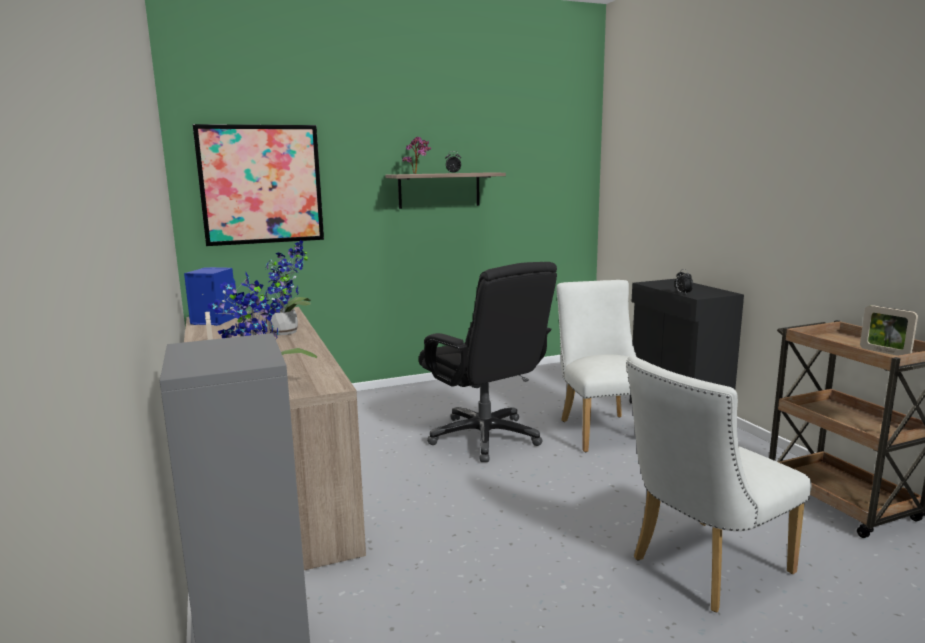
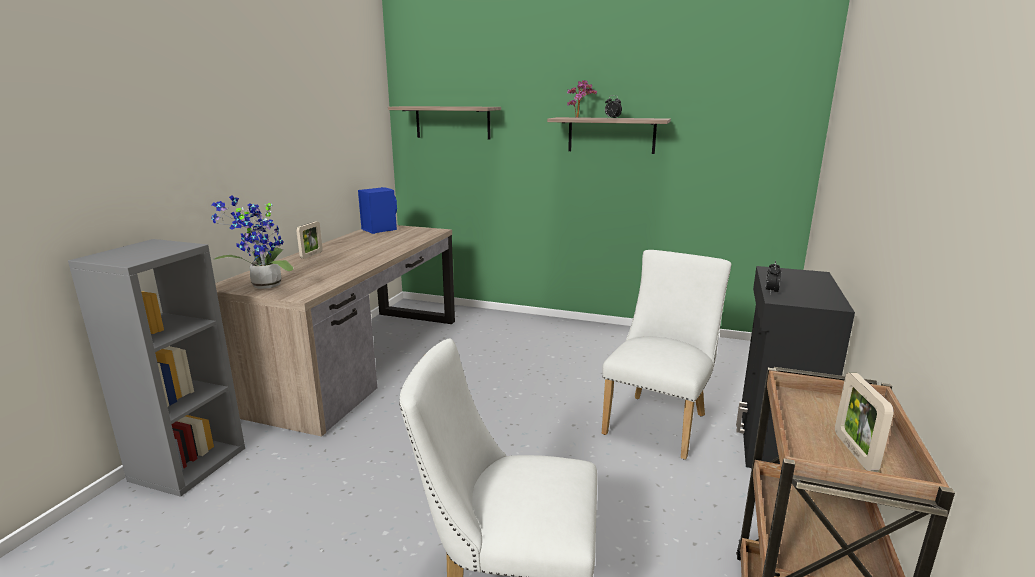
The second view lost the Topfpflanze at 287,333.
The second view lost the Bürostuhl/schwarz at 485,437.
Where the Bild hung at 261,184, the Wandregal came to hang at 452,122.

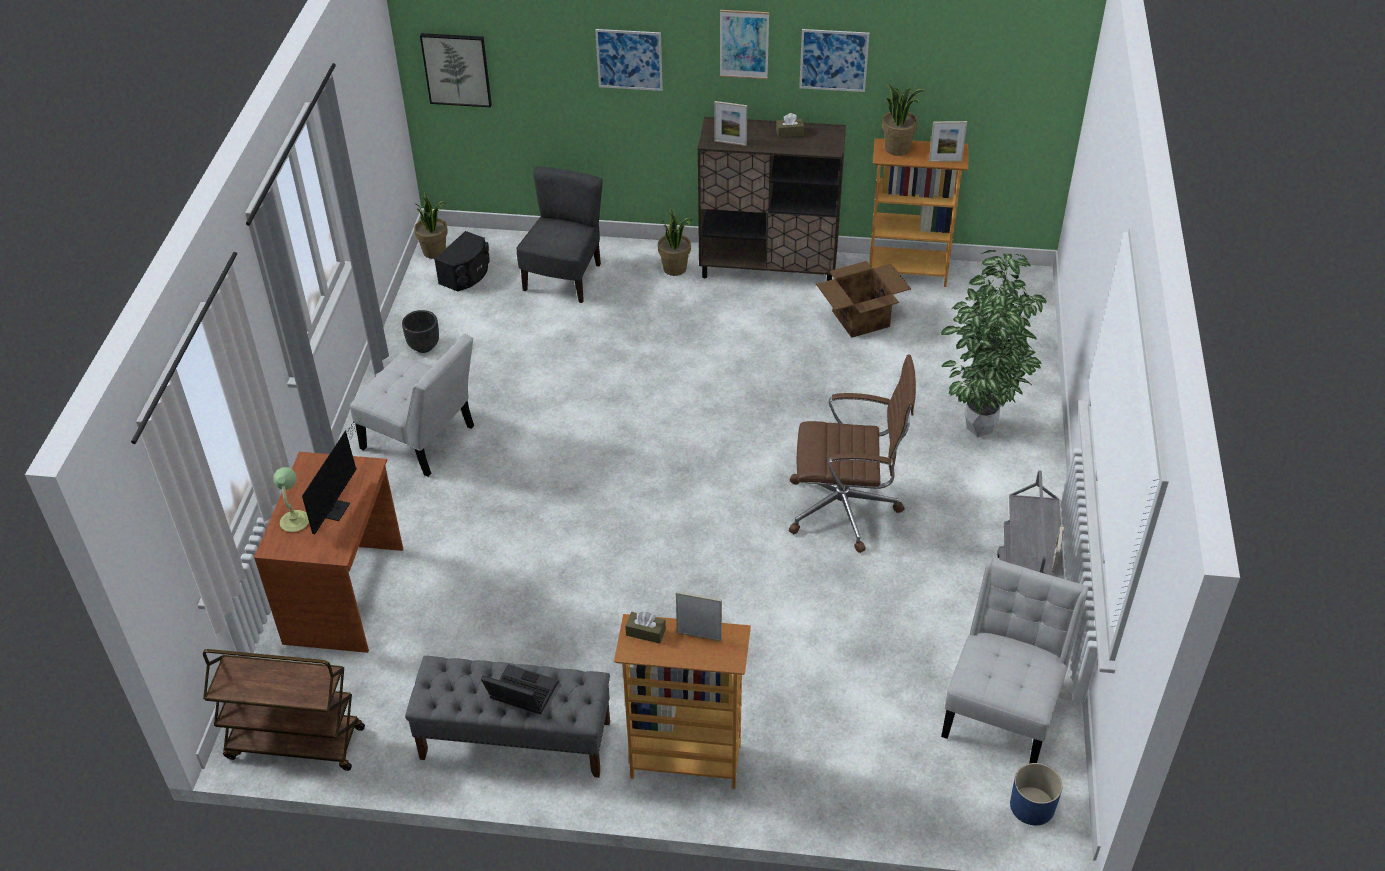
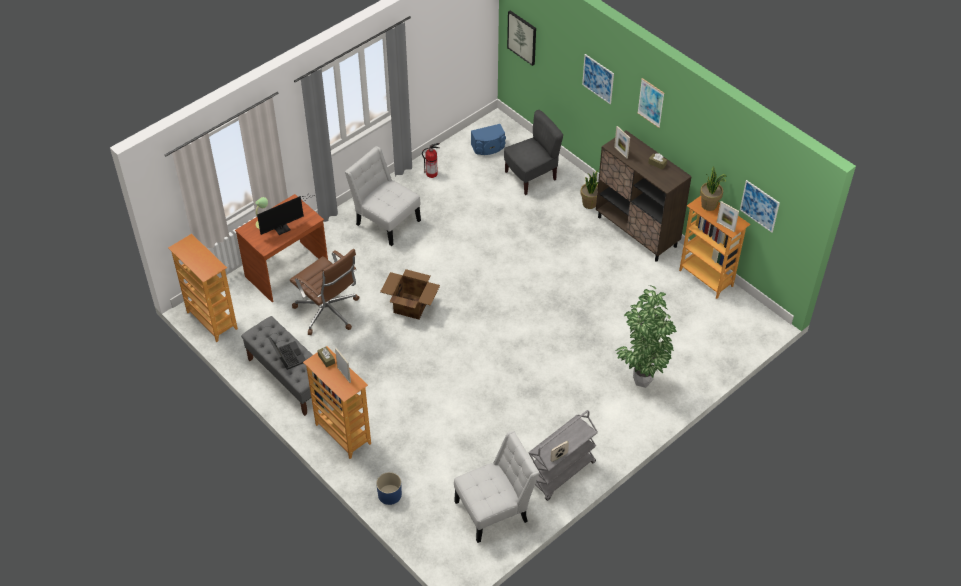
The second view lost the Topfpflanze at 435,251.
The Bürostuhl/braun ended up elsewhere, having gone from 846,509 to 328,312.
The Bild ended up elsewhere, having gone from 833,60 to 759,206.
The Karton ended up elsewhere, having gone from 859,319 to 410,305.
The Pflanzkübel/blau ended up elsewhere, having gone from 1032,806 to 389,494.
Where the Rollwagen/braun stood at 294,743, the Bücherregal came to stand at 211,320.
Where the Pflanzkübel/schwarz stood at 424,346, the Feuerlöscher came to stand at 432,173.
What was the Lautsprecher/schwarz at 467,274 turned into the Lautsprecher/blau at 488,147.
The Stuhl/weiß at 423,440 ended up facing another way, 150 degrees clockwise from before.

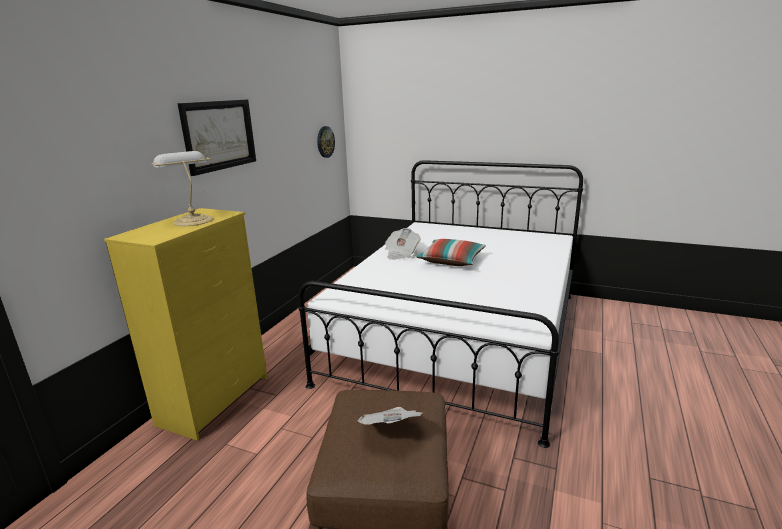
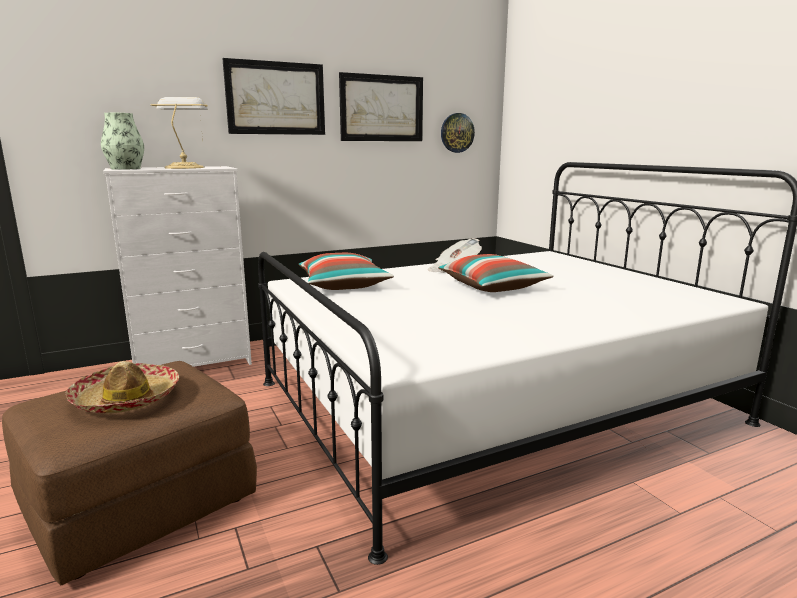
The second view gained the Vase at 125,168.
The second view gained the Kissen at 343,285.
The second view gained the Bild at 381,108.
Where the Zeitung stood at 391,430, the Hut came to stand at 127,399.
What was the Kommode/gelb at 216,400 turned into the Kommode/weiß at 194,364.

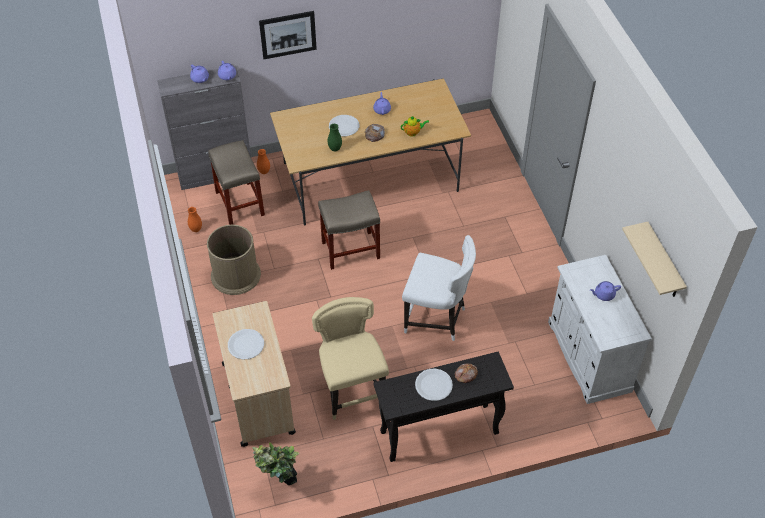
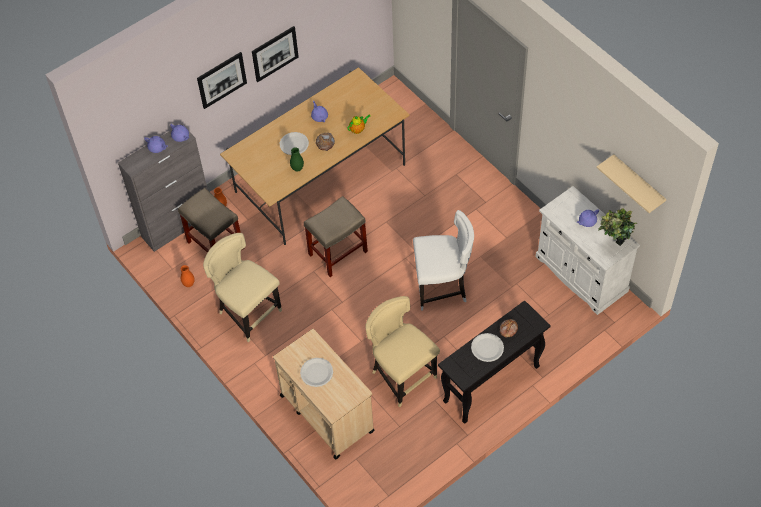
The second view gained the Bild at 275,53.
The Topfpflanze ended up elsewhere, having gone from 280,484 to 612,248.
Where the Mülleimer/braun stood at 236,275, the Stuhl/beige came to stand at 248,313.

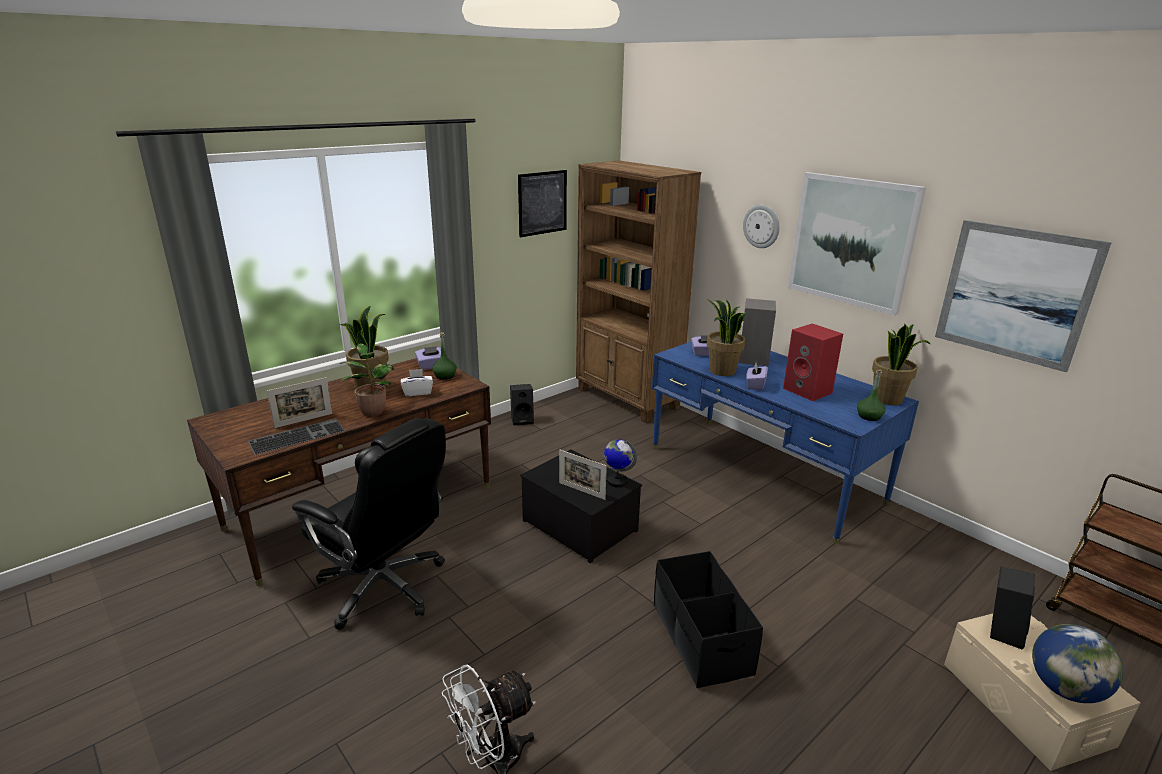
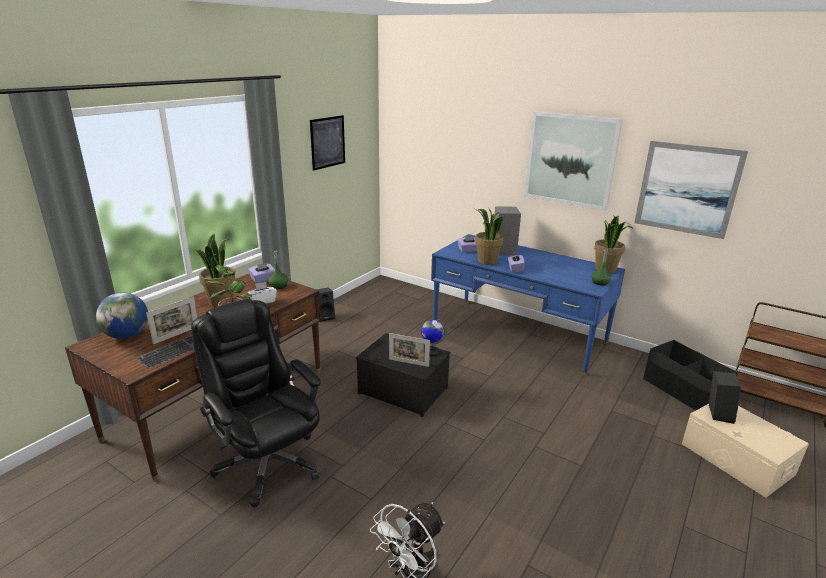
The second view lost the Bücherregal/braun at 627,399.
The second view lost the Wanduhr at 761,226.
The second view lost the Lautsprecher/rot at 809,391.
The Aufbewahrungsbox/schwarz ended up elsewhere, having gone from 700,639 to 683,391.
The Globus ended up elsewhere, having gone from 1064,689 to 127,335.
The Bürostuhl/schwarz at 384,587 ended up facing another way, 150 degrees counterclockwise from before.

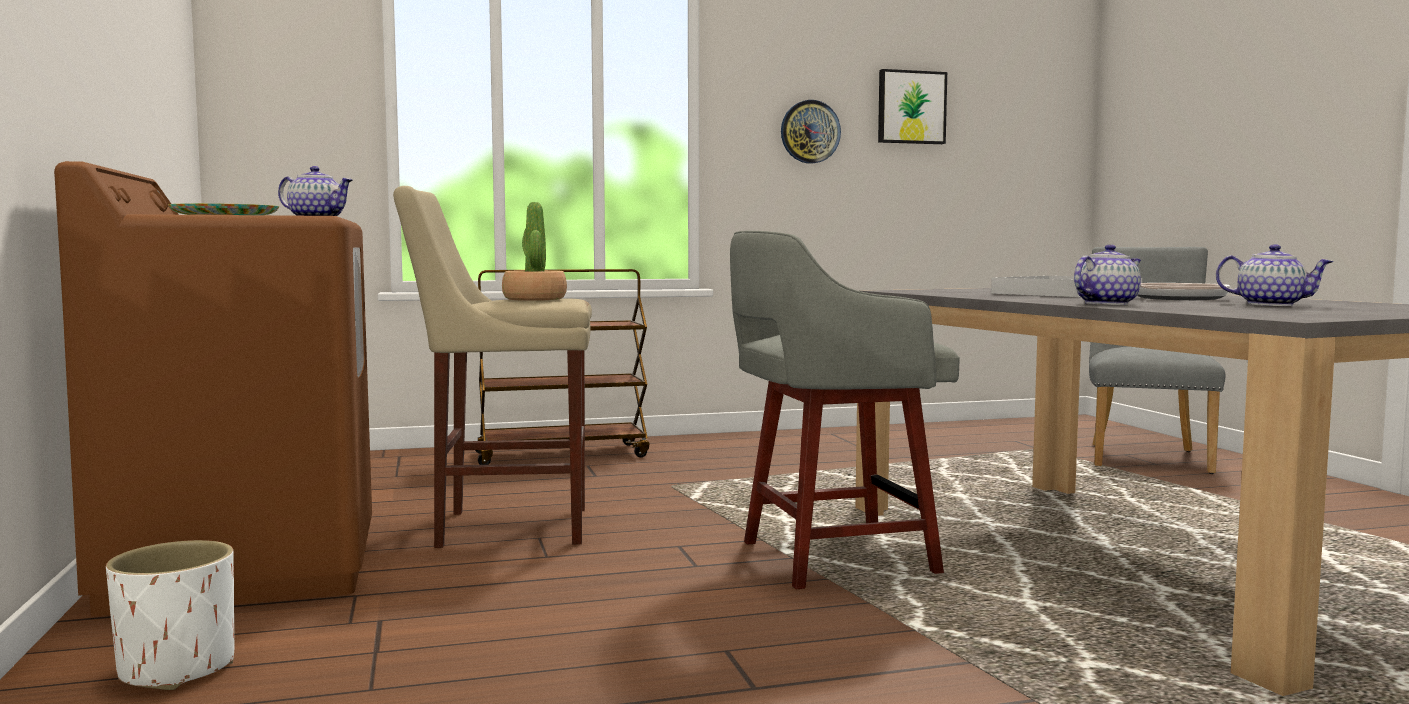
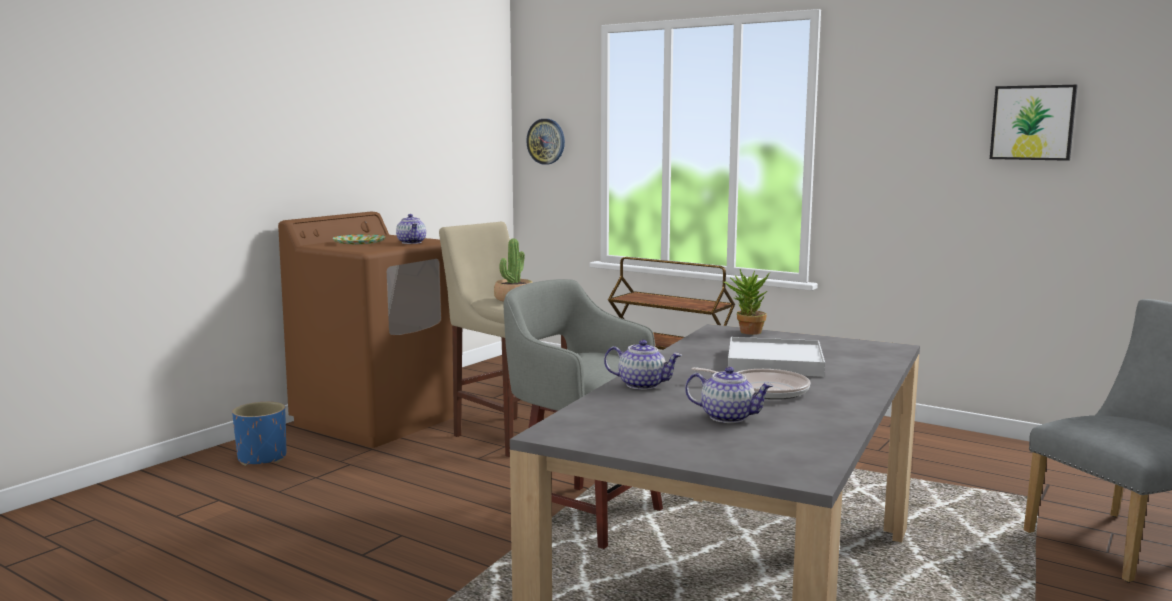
The second view gained the Topfpflanze at 746,332.
The Wanduhr ended up elsewhere, having gone from 810,132 to 546,141.
What was the Pflanzkübel/weiß at 177,669 turned into the Pflanzkübel/blau at 262,458.
The Teekanne at 1271,304 ended up facing another way, 60 degrees counterclockwise from before.

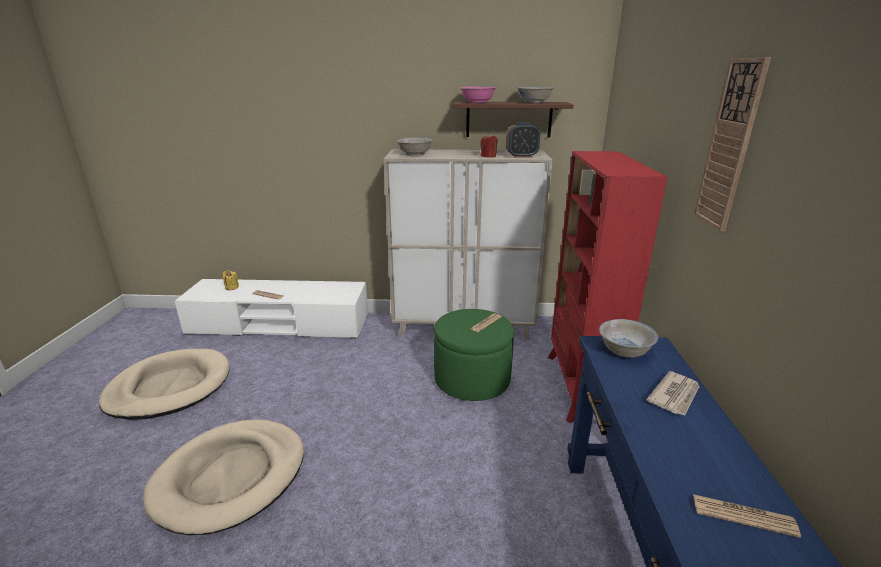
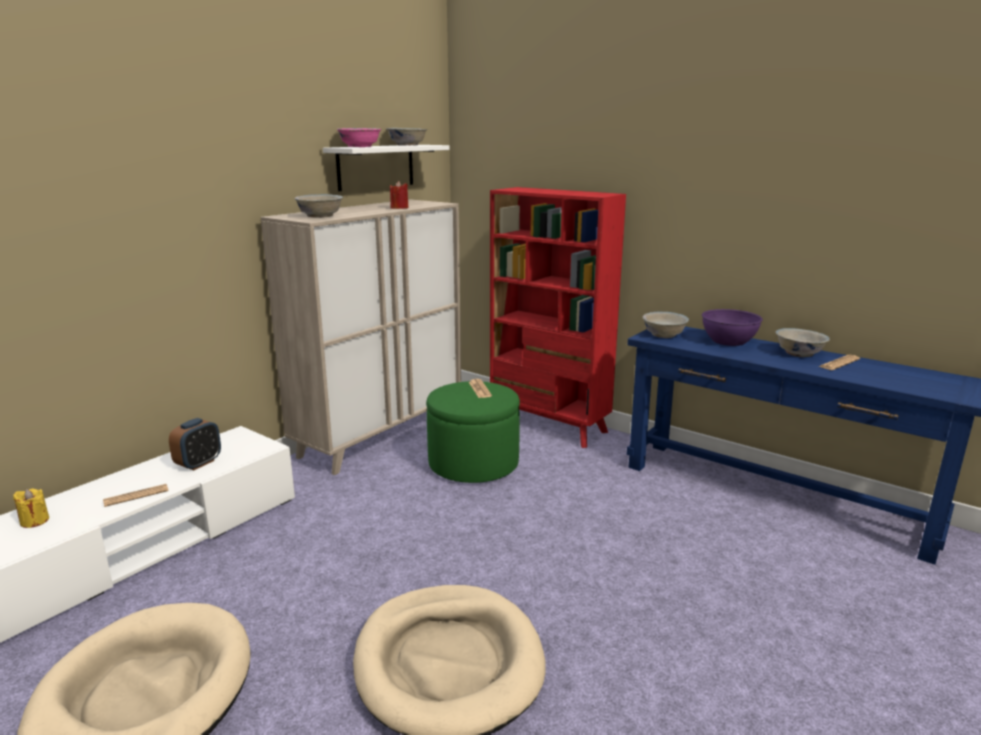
The second view lost the Wanduhr at 730,146.
The second view gained the Schüssel/weiß at 798,353.
The Wecker ended up elsewhere, having gone from 521,156 to 199,463.
Where the Zeitung stood at 675,395, the Schüssel/lila came to stand at 728,341.
What was the Wandregal/braun at 508,119 turned into the Wandregal/weiß at 376,167.

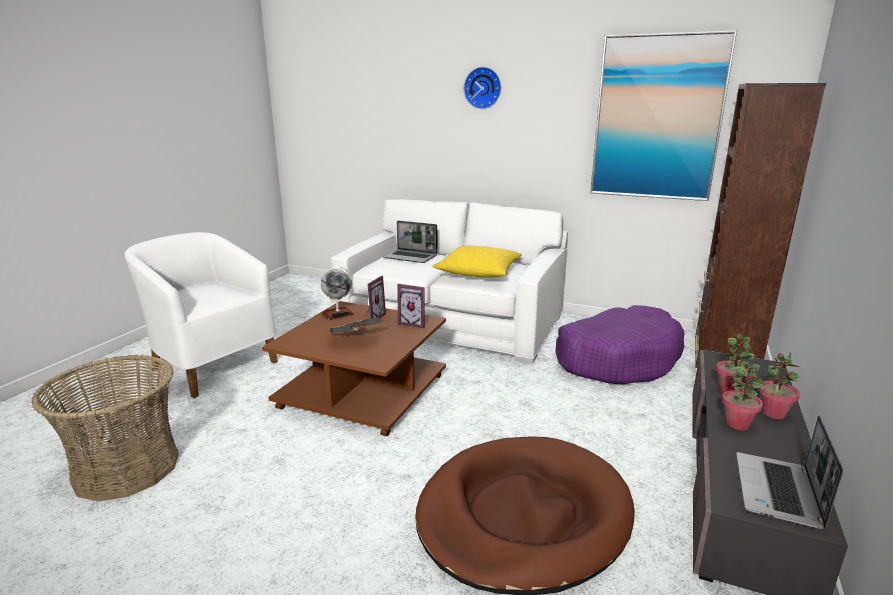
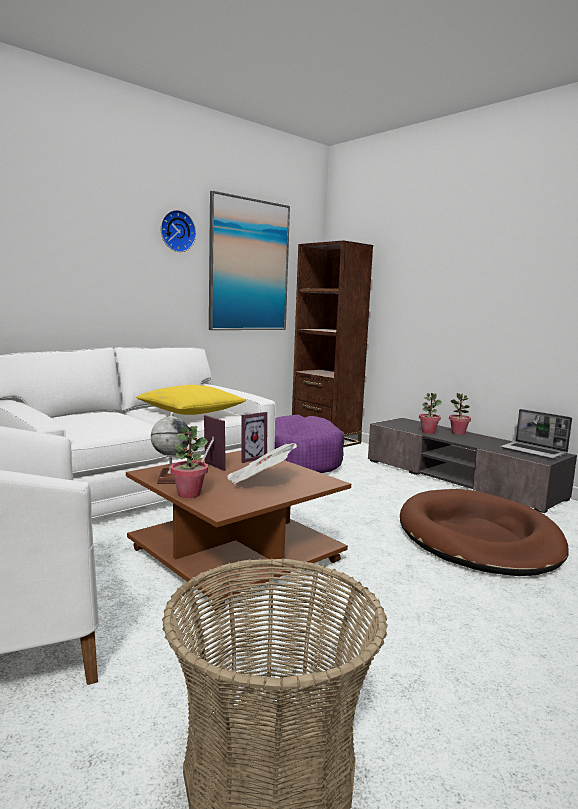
The second view lost the Laptop at 411,257.
The Wanduhr ended up elsewhere, having gone from 483,88 to 176,231.
The Topfpflanze ended up elsewhere, having gone from 737,424 to 189,494.

